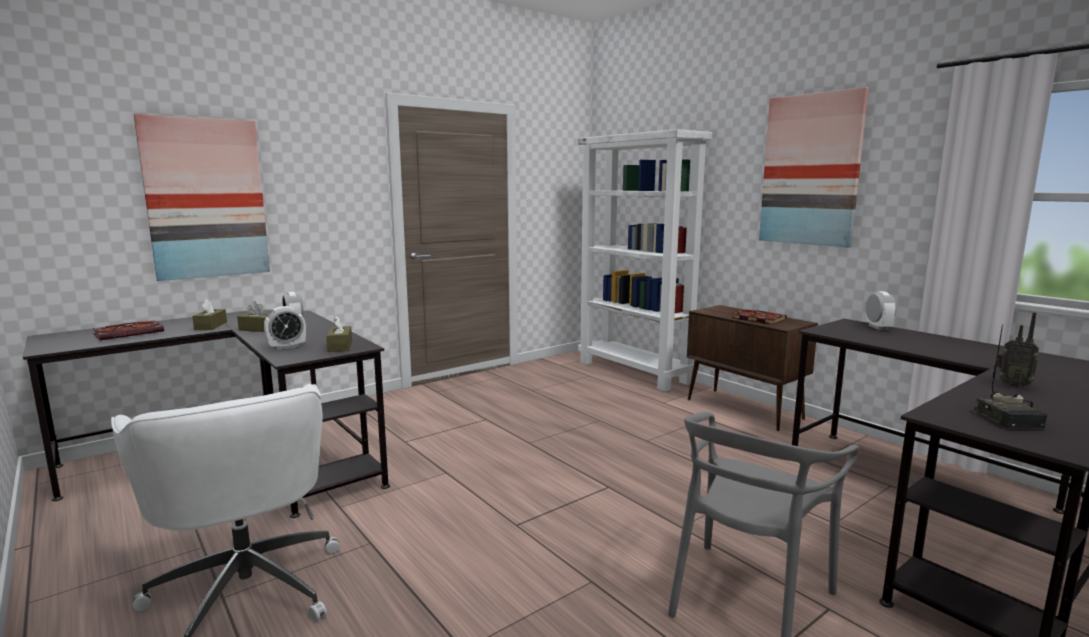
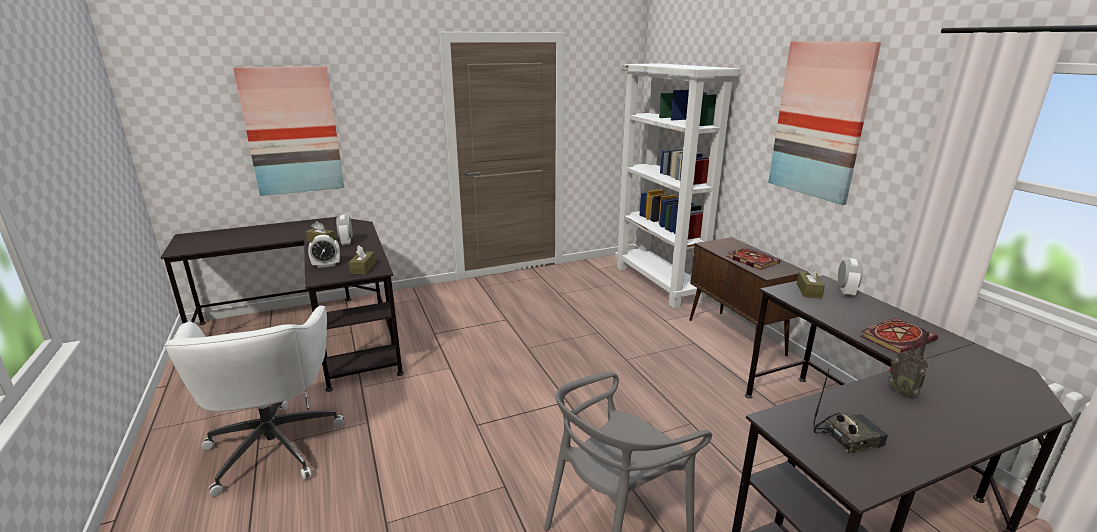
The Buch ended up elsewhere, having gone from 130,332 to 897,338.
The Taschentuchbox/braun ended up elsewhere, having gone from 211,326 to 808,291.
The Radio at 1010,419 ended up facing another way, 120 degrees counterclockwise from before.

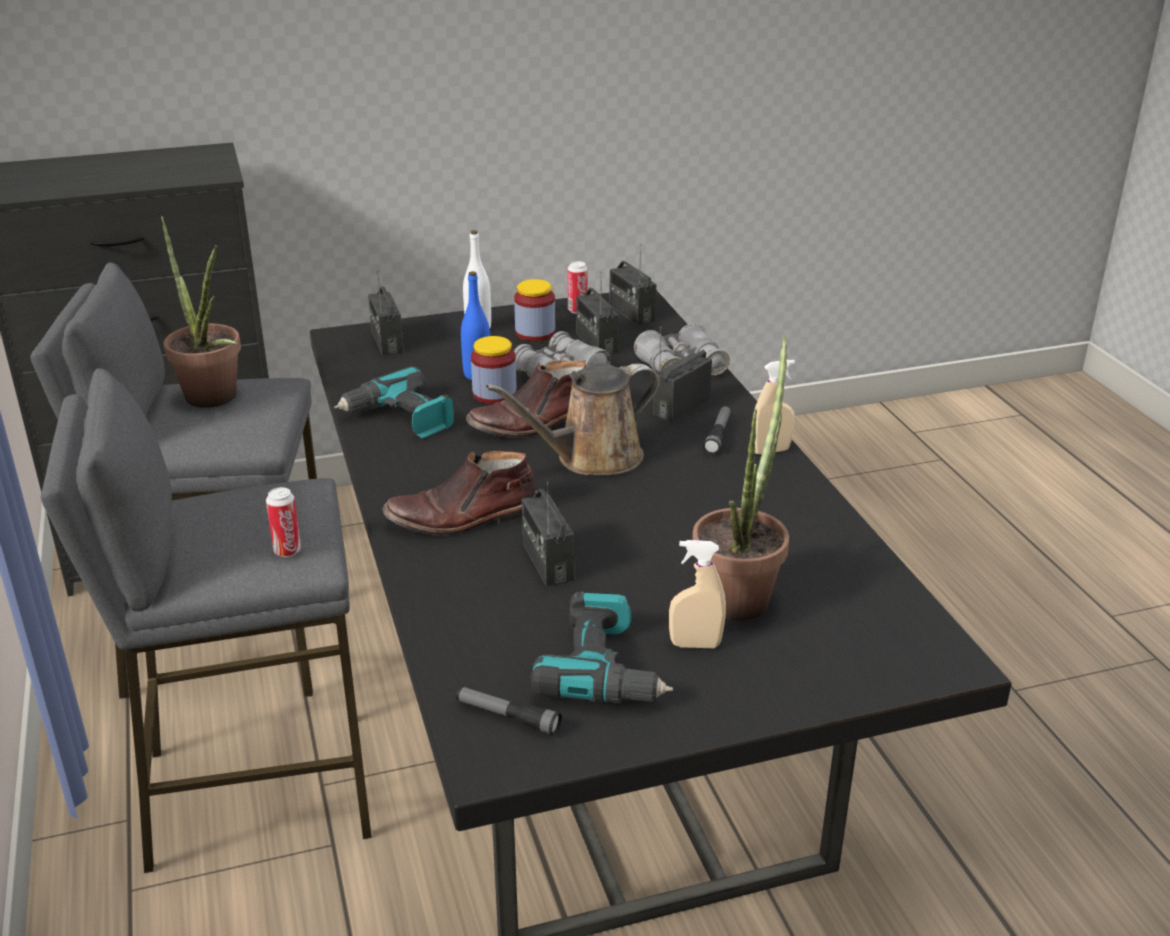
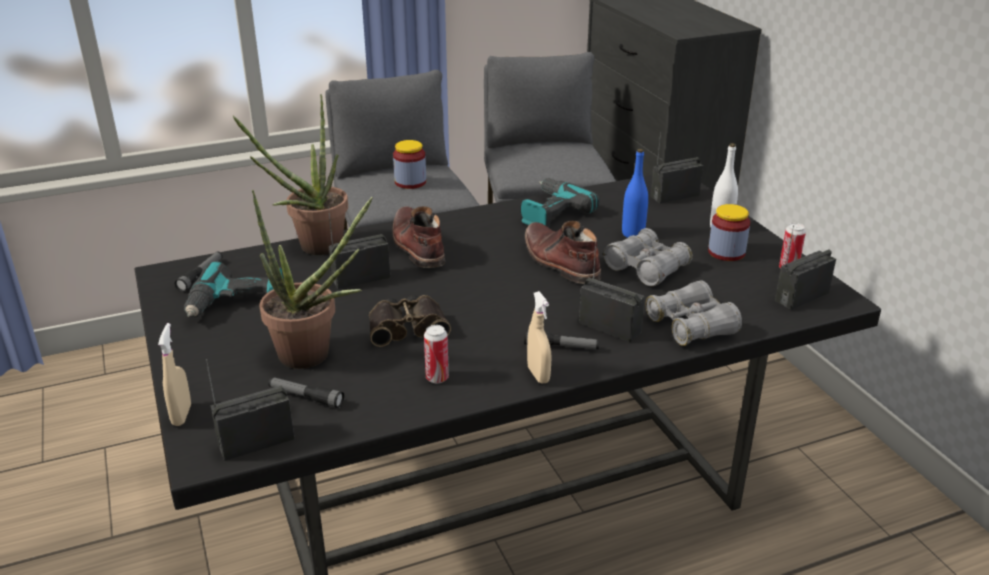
The second view lost the Gießkanne/braun at 591,458.
The second view gained the Taschenlampe at 306,397.
The second view gained the Fernglas at 407,327.
The Topfpflanze ended up elsewhere, having gone from 215,401 to 313,248.
The Dose ended up elsewhere, having gone from 287,551 to 437,378.
The Vorratsglas ended up elsewhere, having gone from 494,394 to 410,182.
The Radio ended up elsewhere, having gone from 596,343 to 256,442.
The Sprühflasche/beige ended up elsewhere, having gone from 695,644 to 181,415.

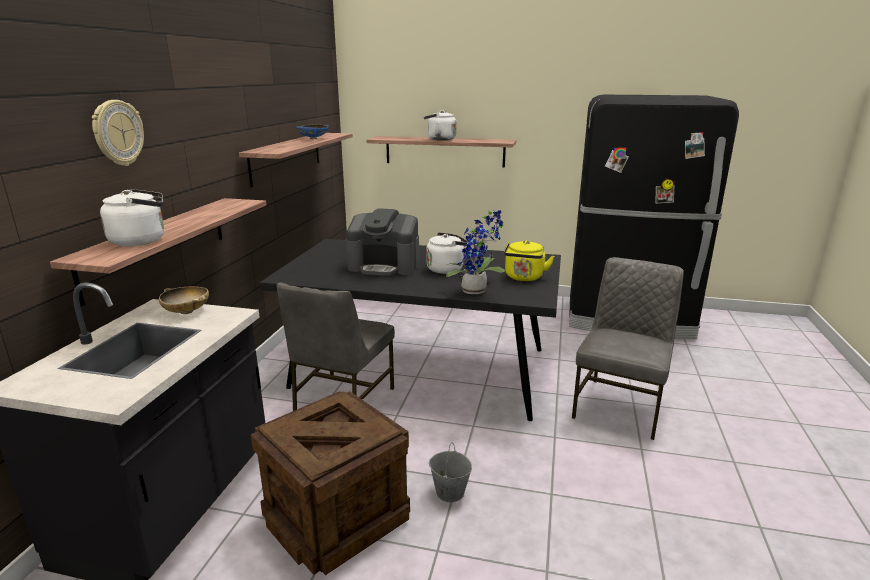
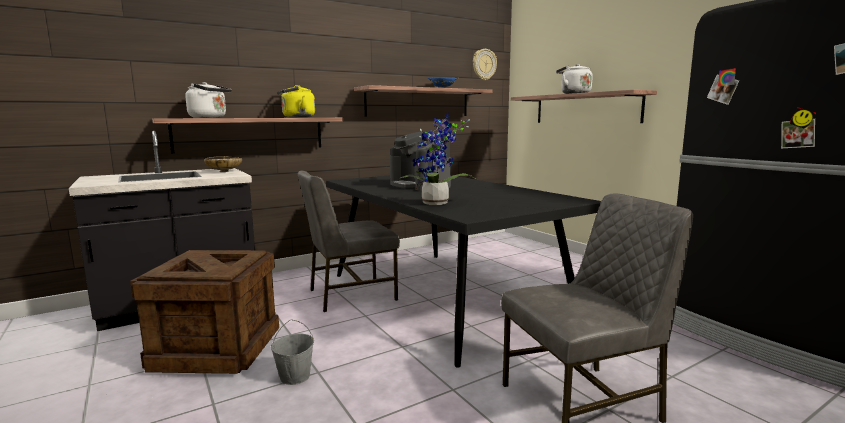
The second view lost the Wasserkessel/weiß at 447,269.
The Wanduhr ended up elsewhere, having gone from 117,133 to 484,64.
The Wasserkessel/gelb ended up elsewhere, having gone from 524,278 to 296,117.

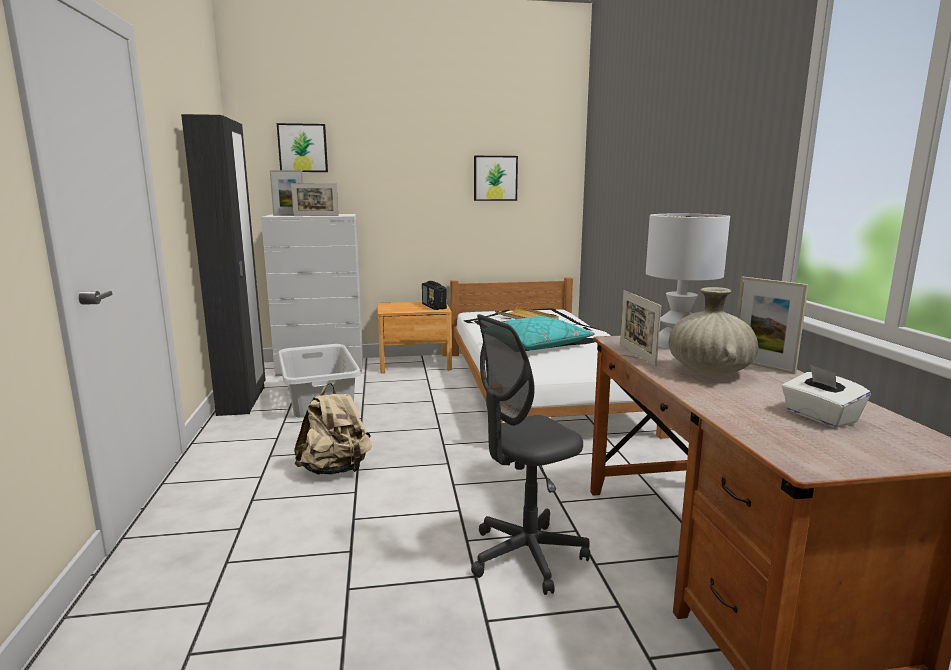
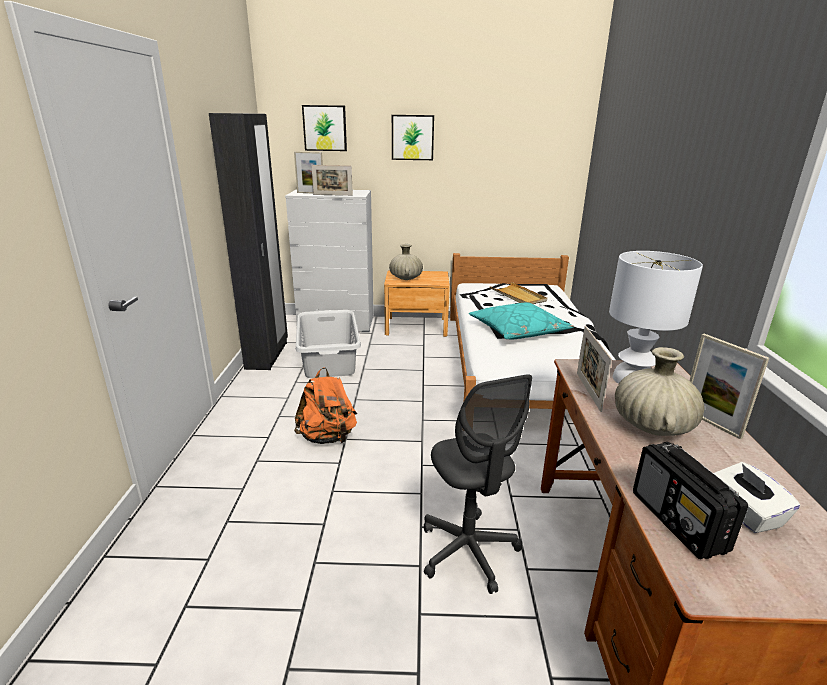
The second view gained the Vase/beige at 405,278.
The Radio ended up elsewhere, having gone from 434,306 to 678,522.
The Bild ended up elsewhere, having gone from 495,178 to 412,137.
What was the Rucksack/beige at 335,470 turned into the Rucksack/orange at 328,437.
The Bürostuhl/grau at 527,556 ended up facing another way, 90 degrees counterclockwise from before.

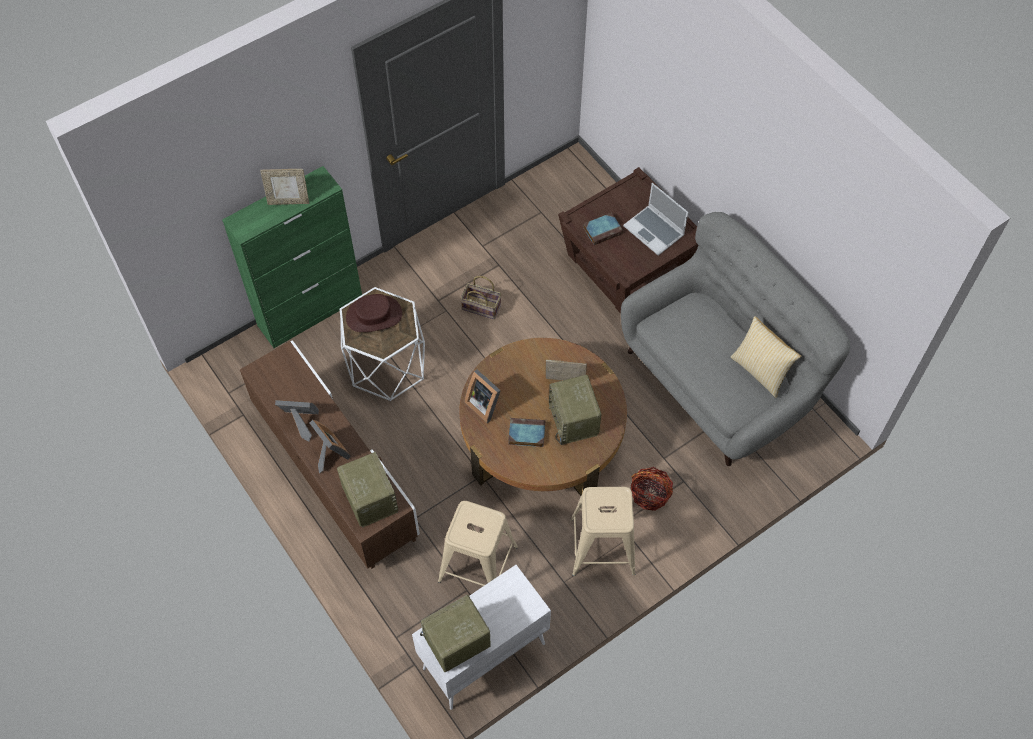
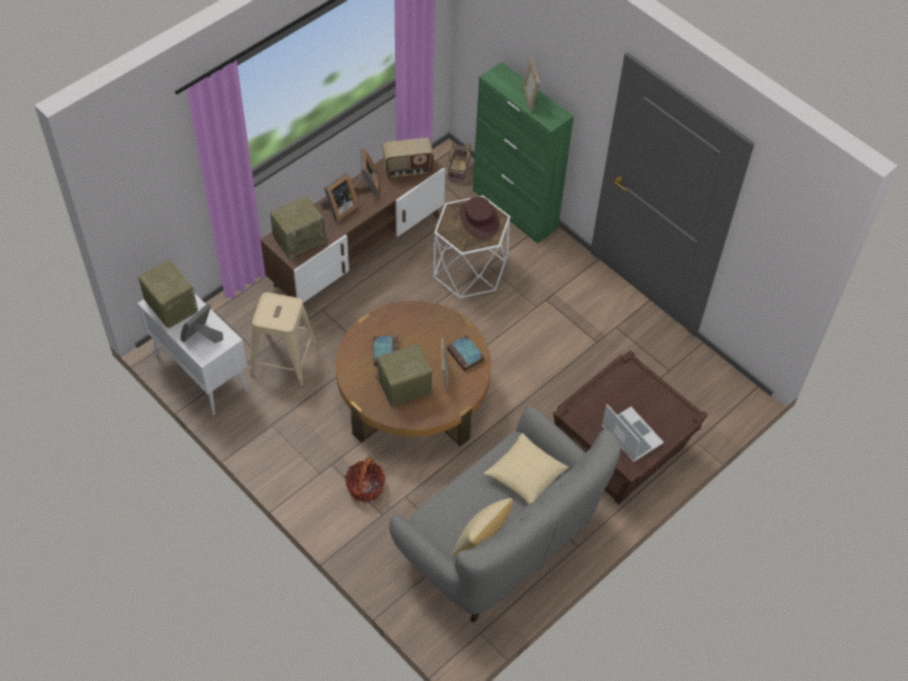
The second view lost the Hocker/beige at 602,546.
The second view gained the Radio at 408,170.
The second view gained the Kissen at 525,476.
The Korb ended up elsewhere, having gone from 482,307 to 459,171.
The Bilderrahmen ended up elsewhere, having gone from 484,403 to 202,336.
The Buch ended up elsewhere, having gone from 603,230 to 466,355.
The Laptop at 654,231 ended up facing another way, 105 degrees clockwise from before.

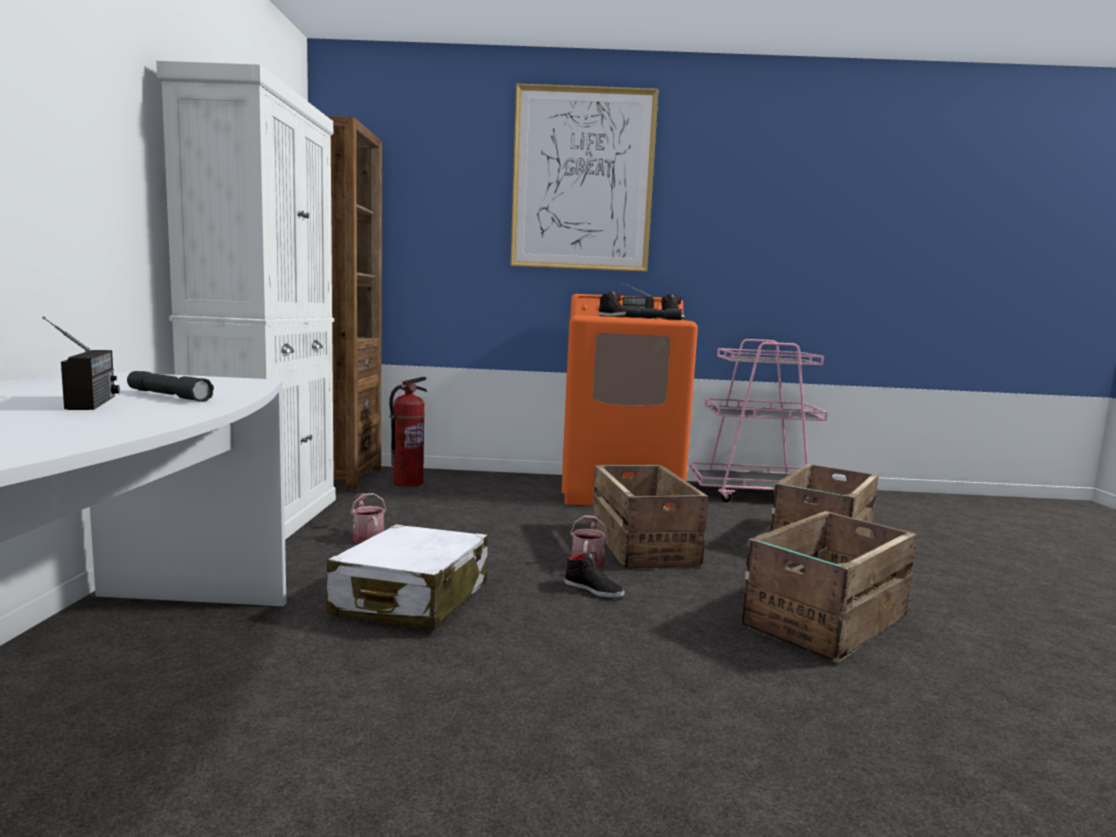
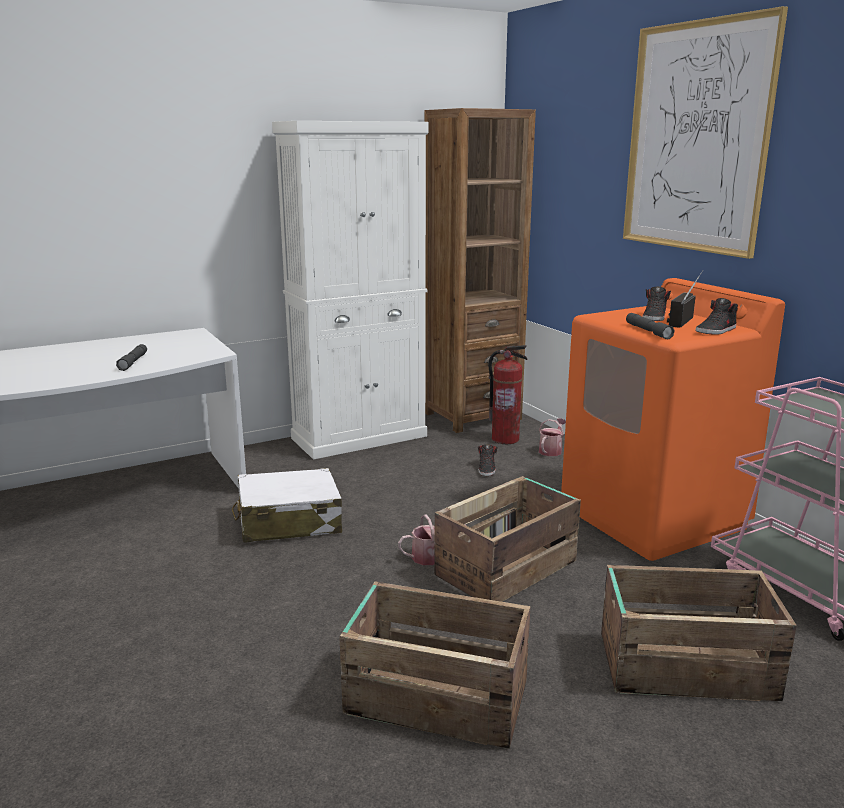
The second view lost the Radio at 88,406.
The Gießkanne ended up elsewhere, having gone from 367,537 to 551,450.
The Schuh/schwarz ended up elsewhere, having gone from 594,589 to 487,469.

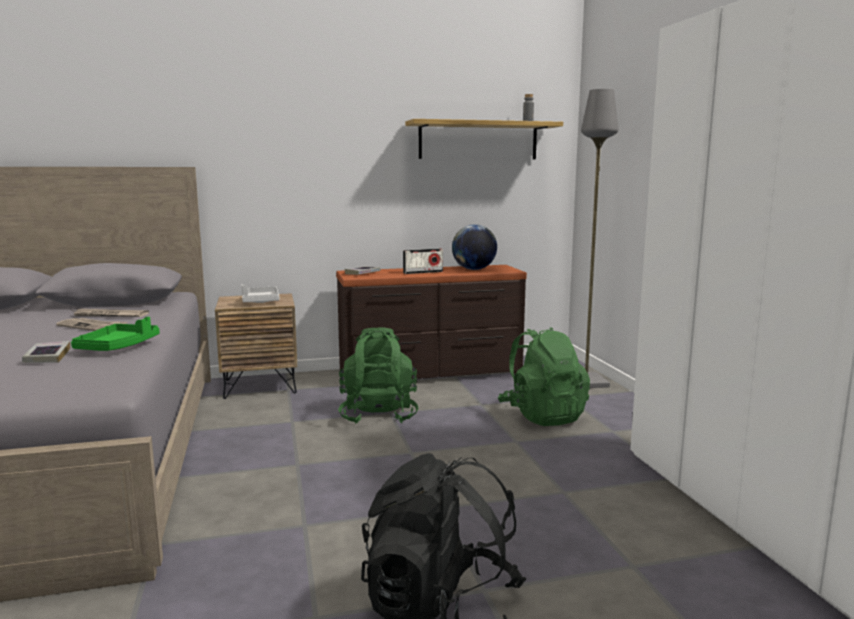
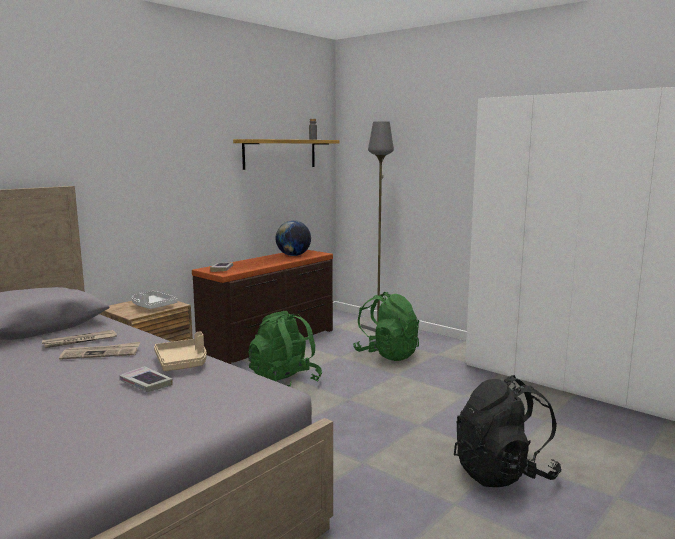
The second view lost the Radio at 423,272.
What was the Tablett/grün at 118,347 turned into the Tablett/beige at 182,363.

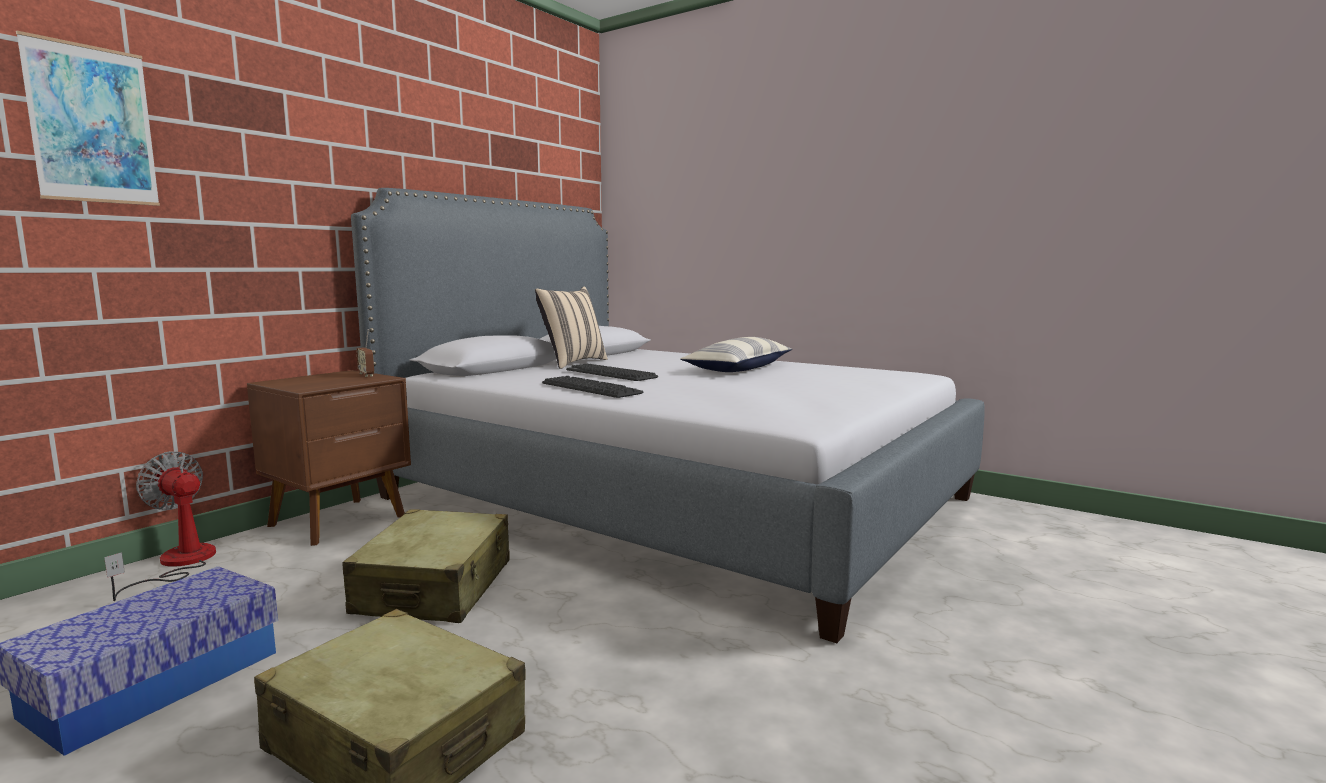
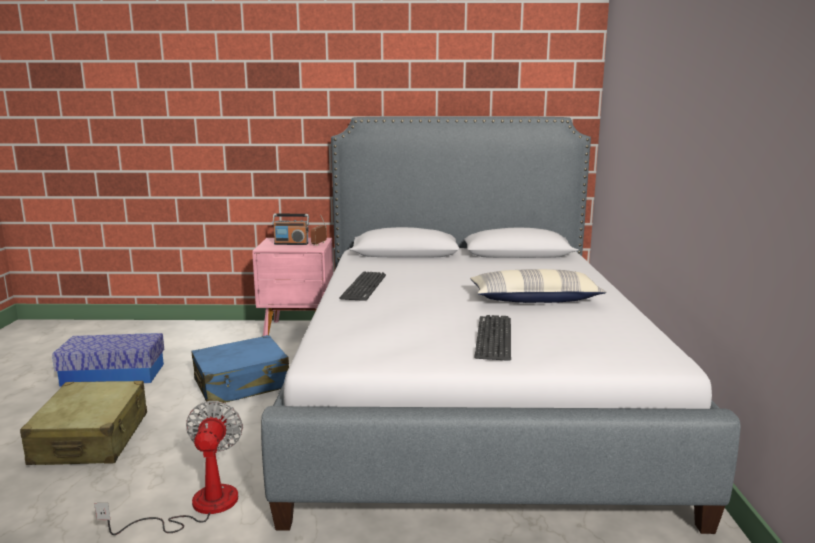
The second view lost the Bild at 92,124.
The second view lost the Kissen/beige at 572,363.
The second view gained the Radio at 291,243.
The Ventilator ended up elsewhere, having gone from 177,564 to 198,507.
The Tastatur ended up elsewhere, having gone from 610,374 to 494,338.
What was the Nachttisch/braun at 340,521 turned into the Nachttisch/rosa at 299,330.
What was the Koffer/beige at 435,588 turned into the Koffer/blau at 242,384.

